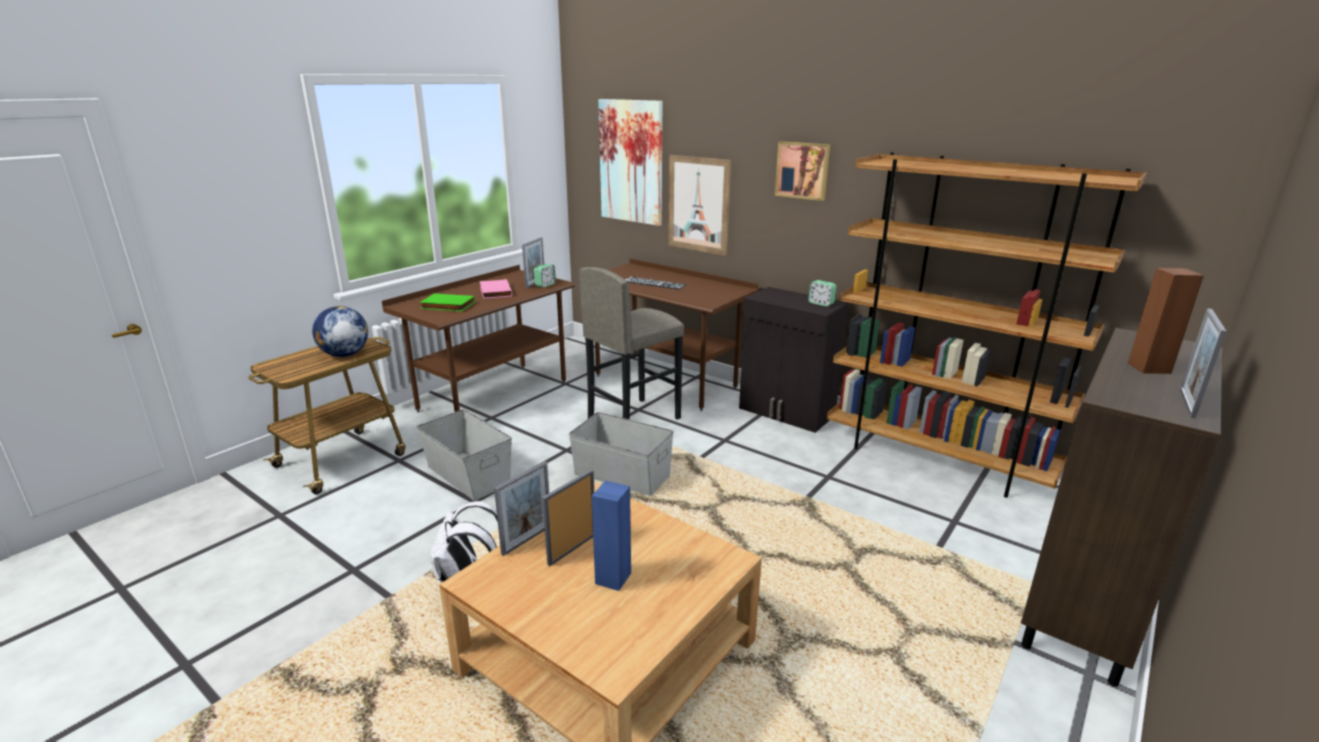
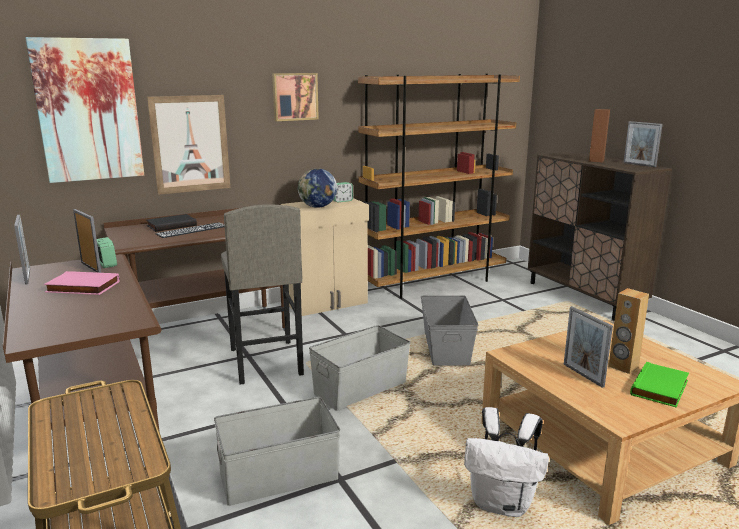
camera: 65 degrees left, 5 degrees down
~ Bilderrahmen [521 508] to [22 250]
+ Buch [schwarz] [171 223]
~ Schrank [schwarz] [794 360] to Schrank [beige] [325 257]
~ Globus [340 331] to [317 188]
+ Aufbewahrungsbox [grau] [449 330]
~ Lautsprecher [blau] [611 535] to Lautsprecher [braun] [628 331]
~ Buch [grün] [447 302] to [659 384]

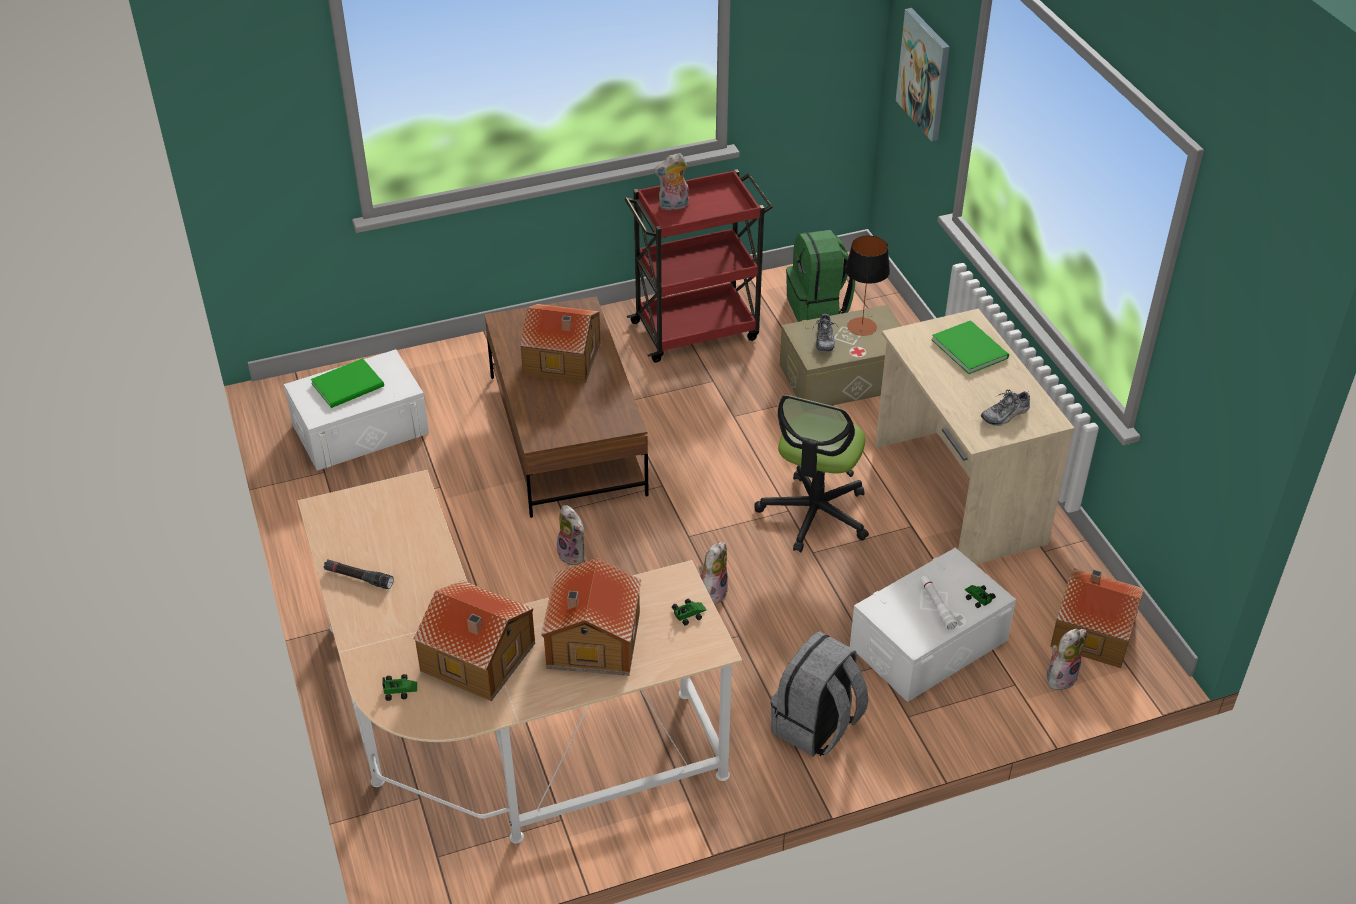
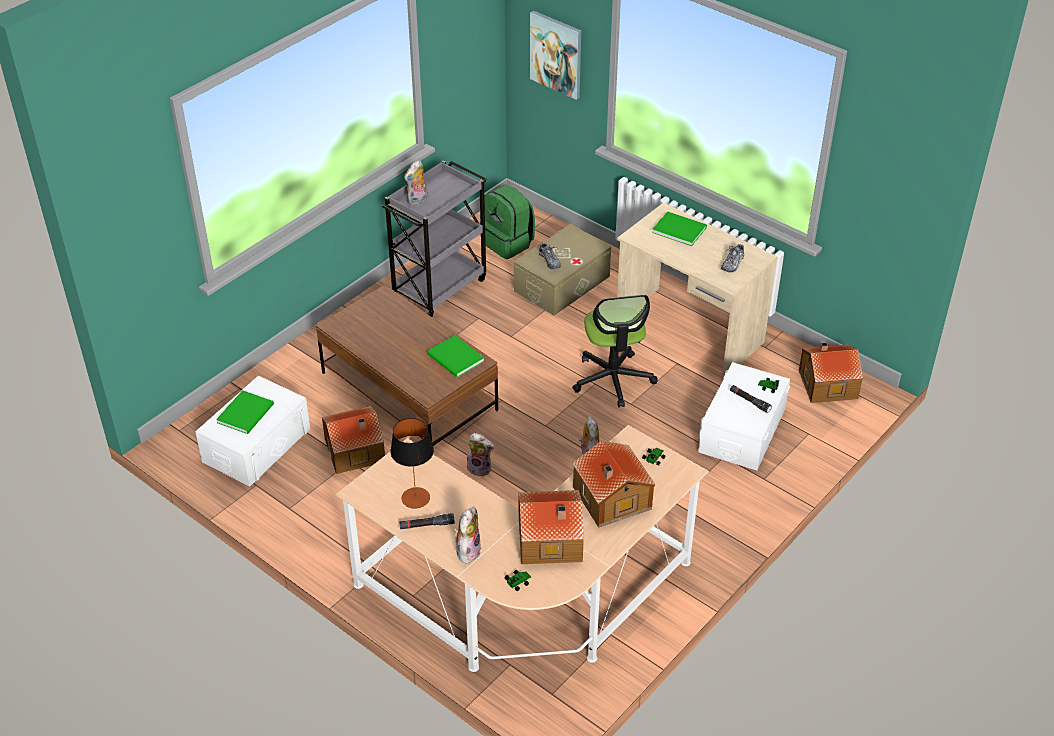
camera: 30 degrees left, 0 degrees up
~ Spielzeughaus [560 343] to [353 440]
~ Rollwagen [rot] [699 266] to Rollwagen [grau] [434 239]
~ Tischlampe [867 285] to [412 463]
+ Buch [grün] [455 356]
~ Plüschtier [1067 659] to [467 535]
~ Taschenlampe [weiß] [939 602] to Taschenlampe [schwarz] [751 399]
- Rucksack [grau] [819 694]

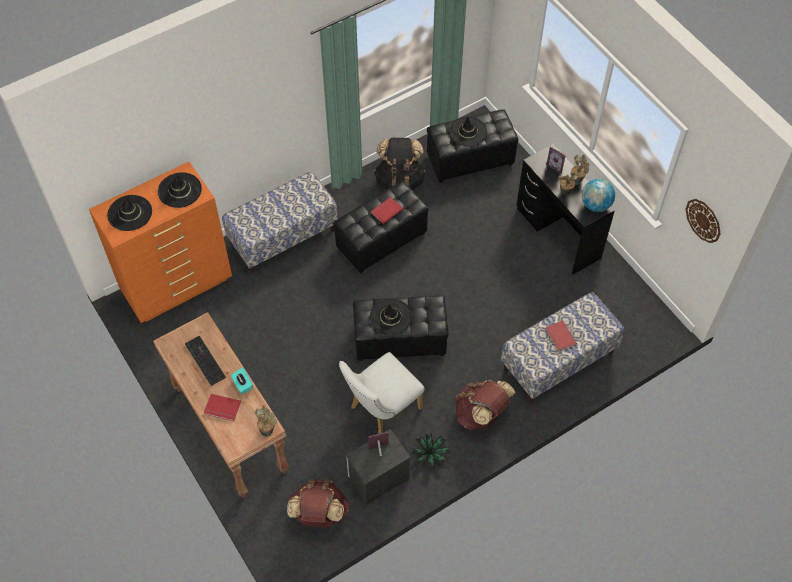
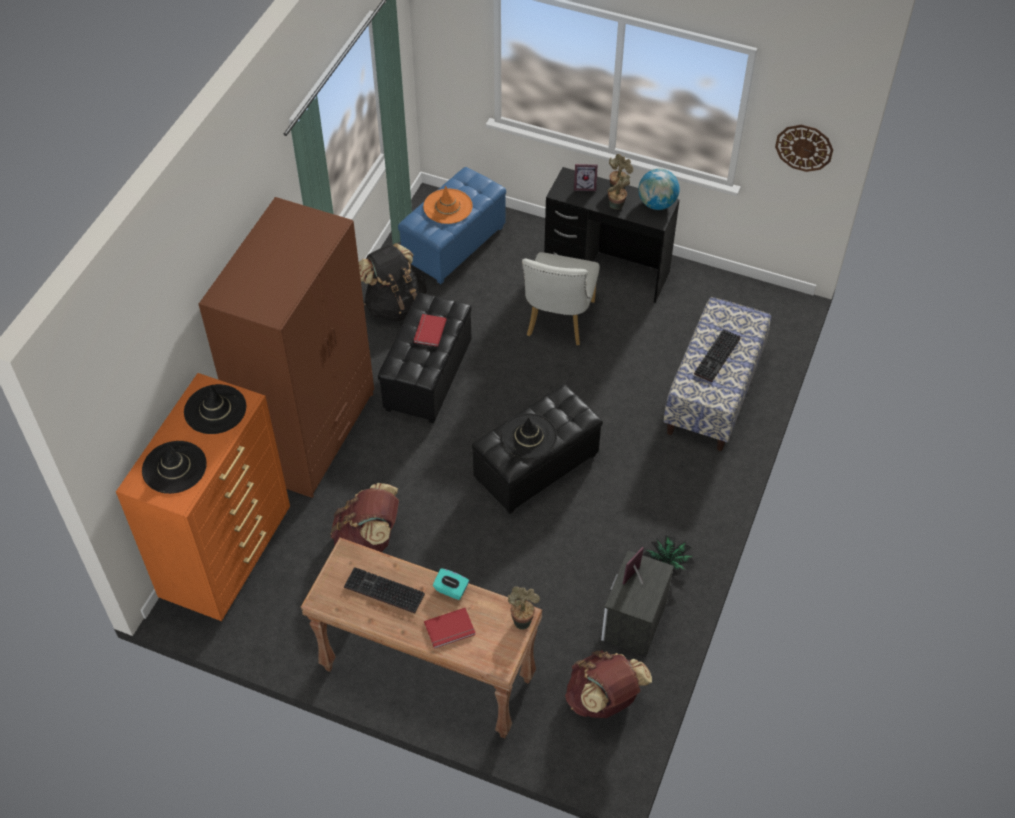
camera: 35 degrees left, 5 degrees down
~ Bank [280 222] to Kleiderschrank [braun] [286 347]
~ Rucksack [braun] [485 405] to [364 517]
~ Polsterhocker [schwarz] [472 146] to Polsterhocker [blau] [452 225]
~ Hut [schwarz] [468 131] to Hut [orange] [448 205]
~ Stuhl [weiß] [382 393] to [561 298]
~ Buch [rot] [561 336] to Tastatur [717 355]

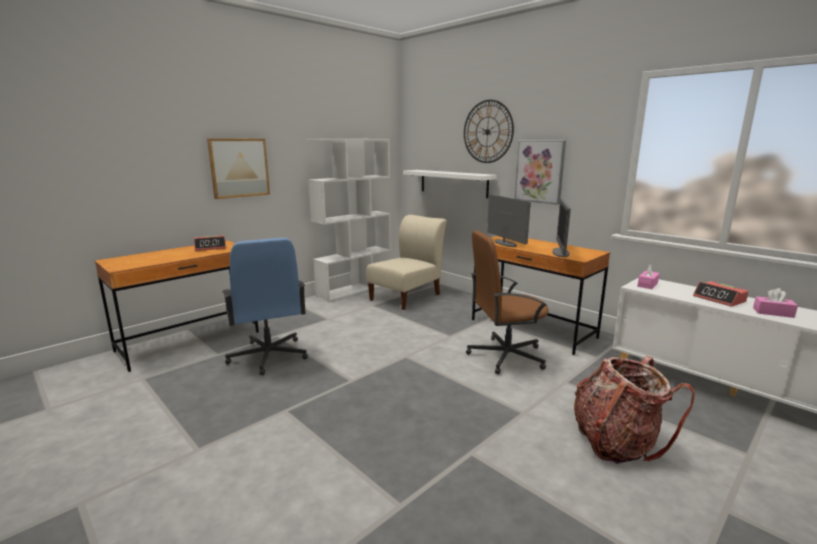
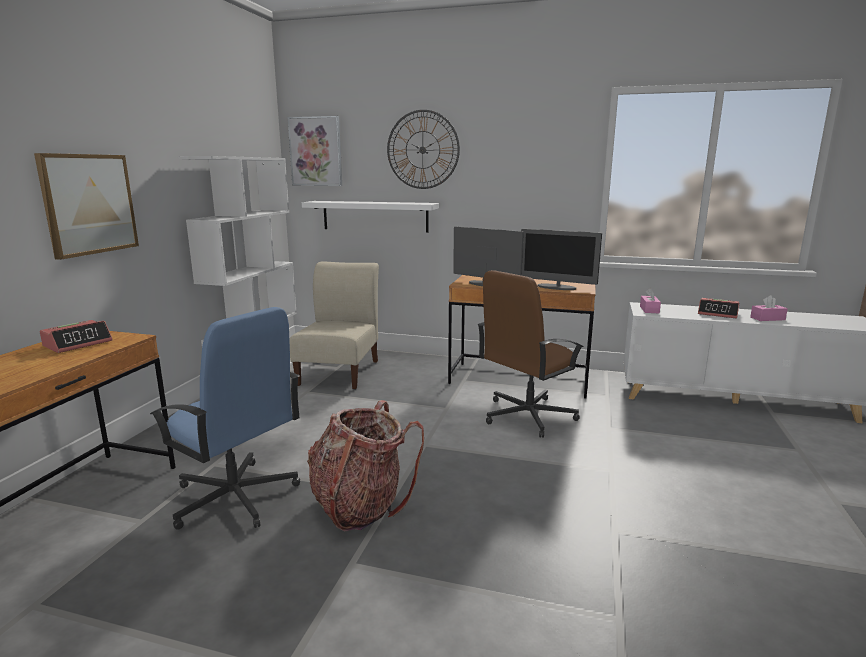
camera: 30 degrees left, 0 degrees up
~ Bild [540 173] to [314 151]
~ Rucksack [634 410] to [365 466]
~ Monitor [561 228] = [561 259] 45 degrees counterclockwise

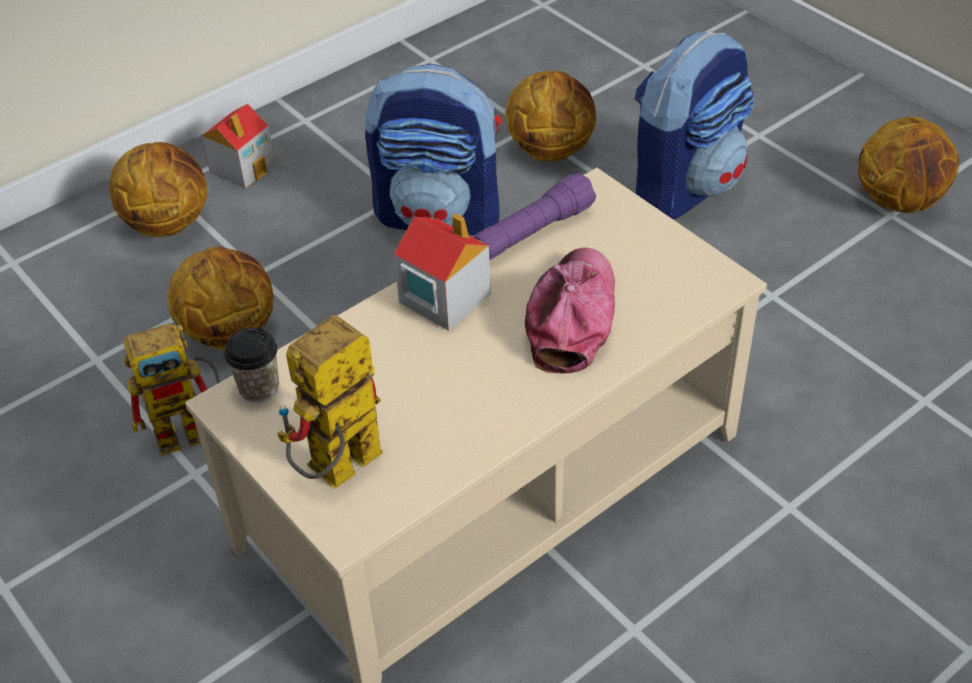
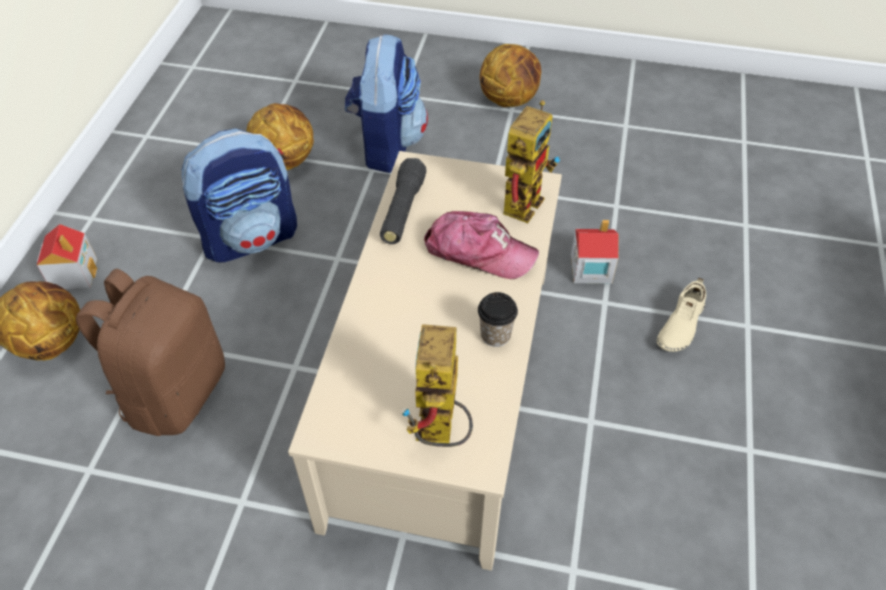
camera: 40 degrees left, 5 degrees up
~ Basketball [220 298] to Rucksack [braun] [150 352]
~ Taschenlampe [lila] [534 216] to Taschenlampe [schwarz] [403 201]
~ Kappe [570 310] = [481 245] 135 degrees clockwise
~ Tasse [251 365] to [498 319]
~ Spielzeugroboter [171 389] to [531 161]
~ Spielzeughaus [442 272] to [594 252]
+ Schuh [beige] [681 315]

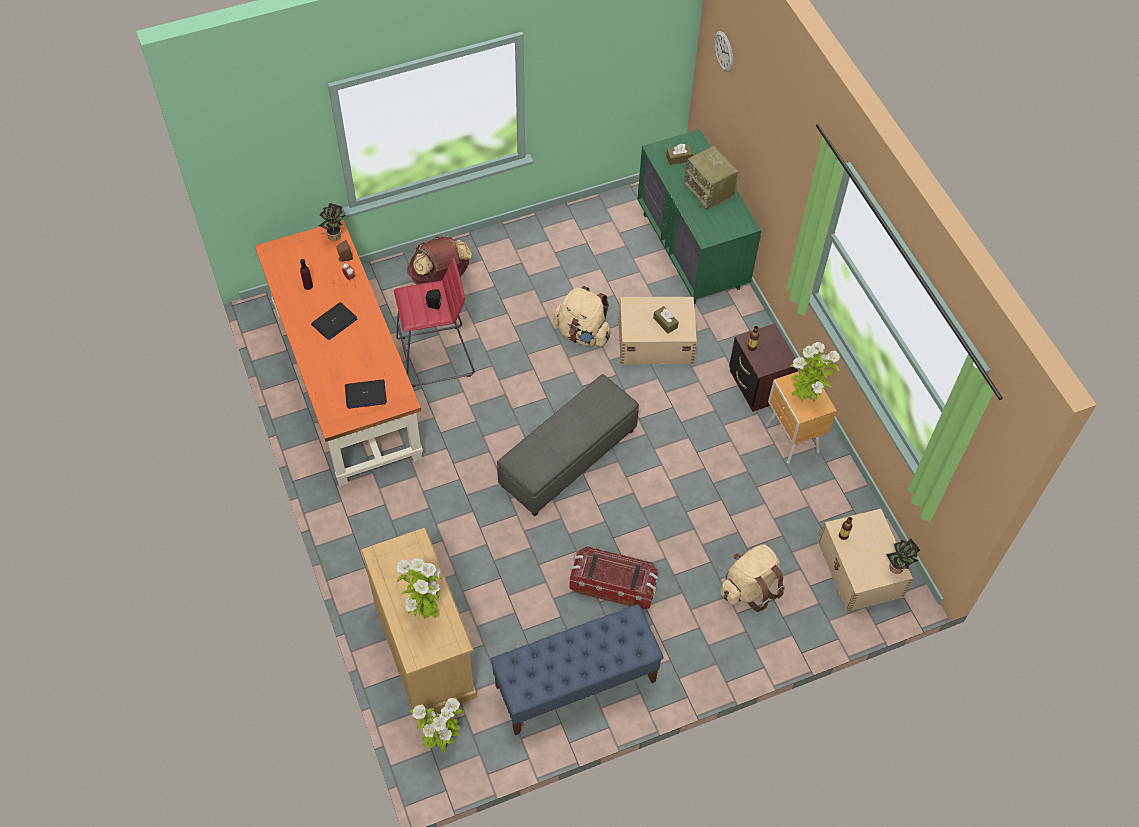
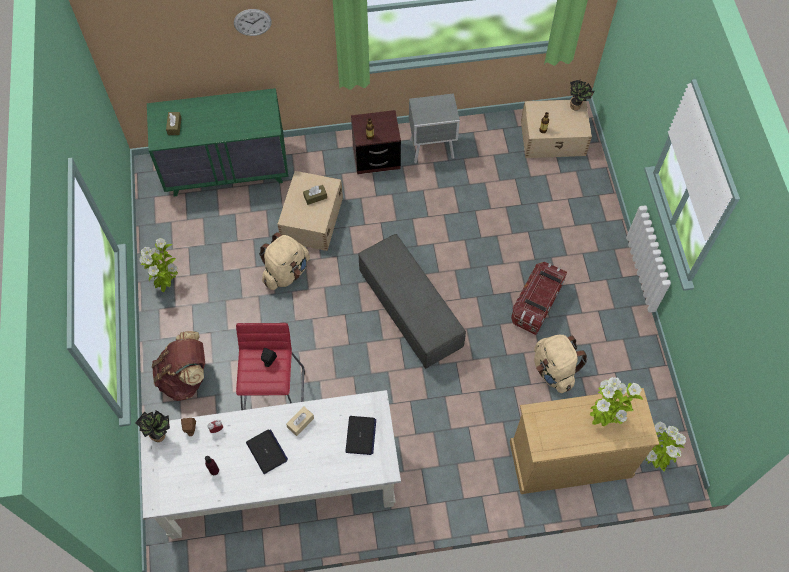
camera: 75 degrees left, 5 degrees up
~ Topfpflanze [814 371] to [158 265]
~ Schreibtisch [orange] [339 353] to Schreibtisch [weiß] [270 464]
~ Wanduhr [723 51] to [253 22]
+ Taschentuchbox [beige] [300 421]
~ Nachttisch [braun] [801 417] to Nachttisch [grau] [434 128]
~ Rucksack [beige] [753 578] to [561 364]
- Bank [blau] [577 669]
- Radio [711 178]

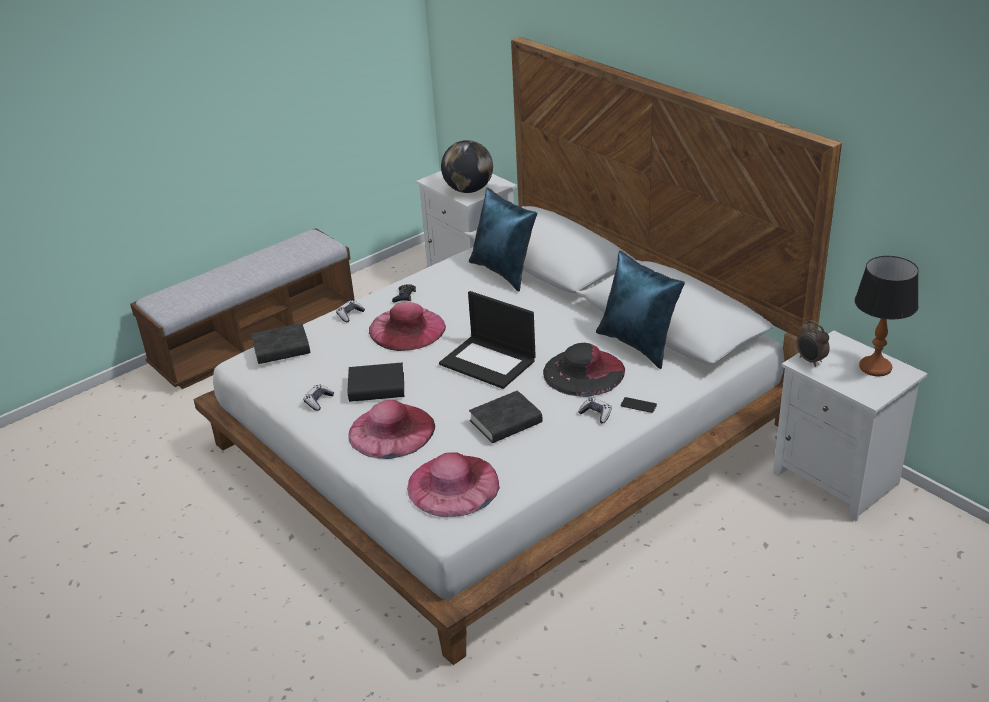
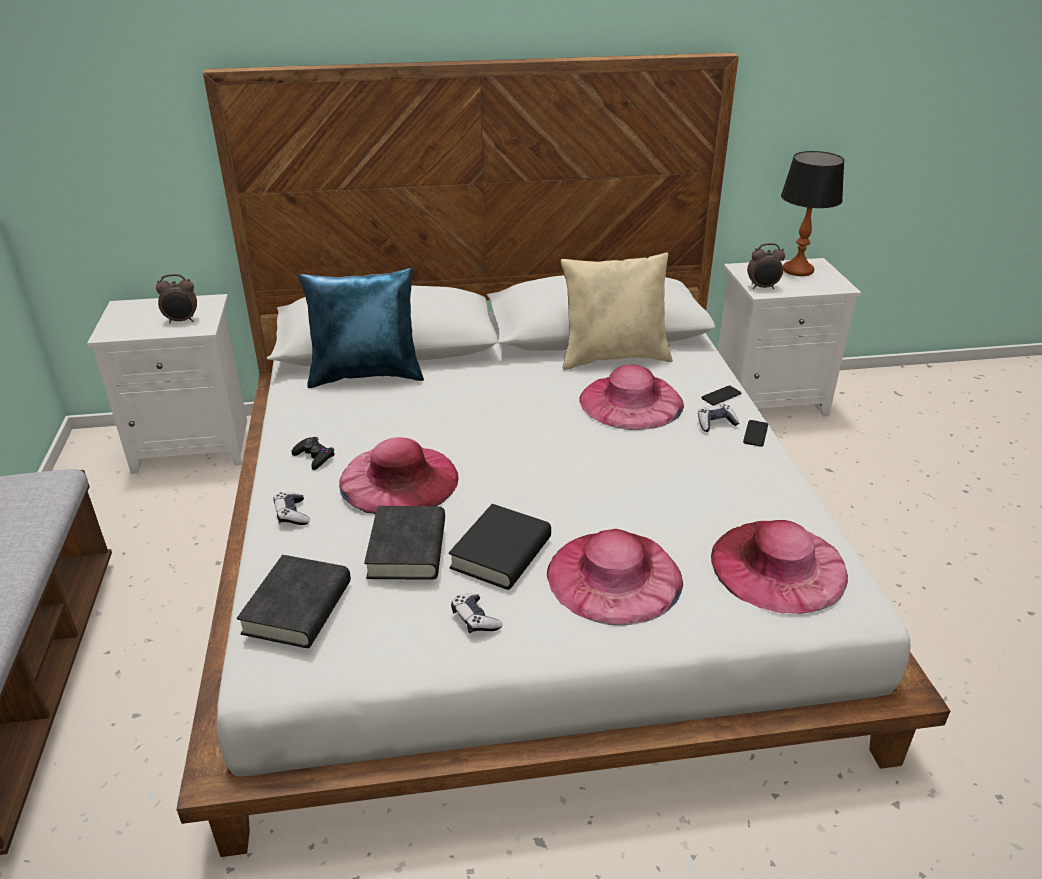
camera: 60 degrees left, 0 degrees up
~ Globus [467 166] to Wecker [176 299]
~ Buch [schwarz] [505 416] to [404 543]
~ Kissen [blau] [640 310] to Kissen [beige] [617 311]
~ Hut [schwarz] [584 370] to Hut [rosa] [631 397]
+ Handy [755 433]
- Laptop [487 340]

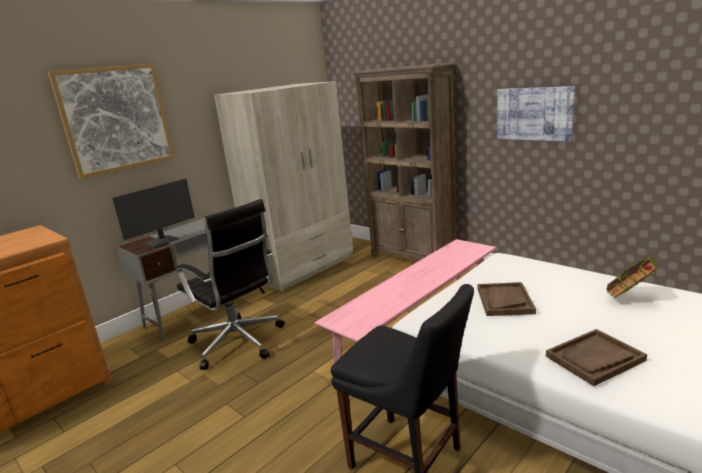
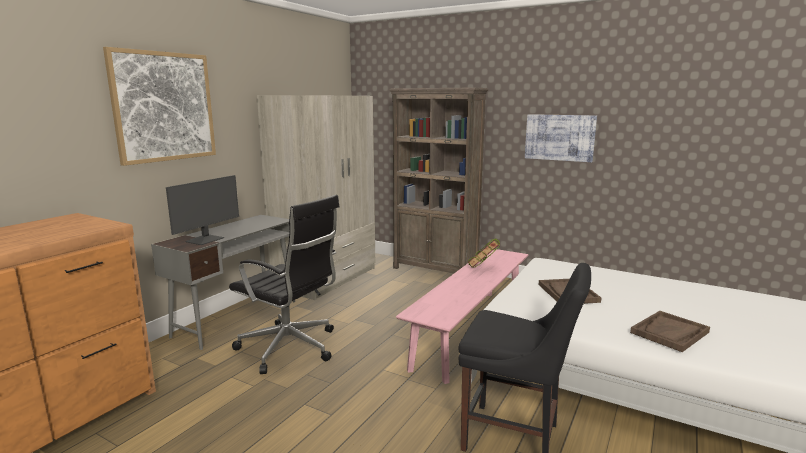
camera: 15 degrees left, 5 degrees down
~ Buch [631 277] to [484 253]

